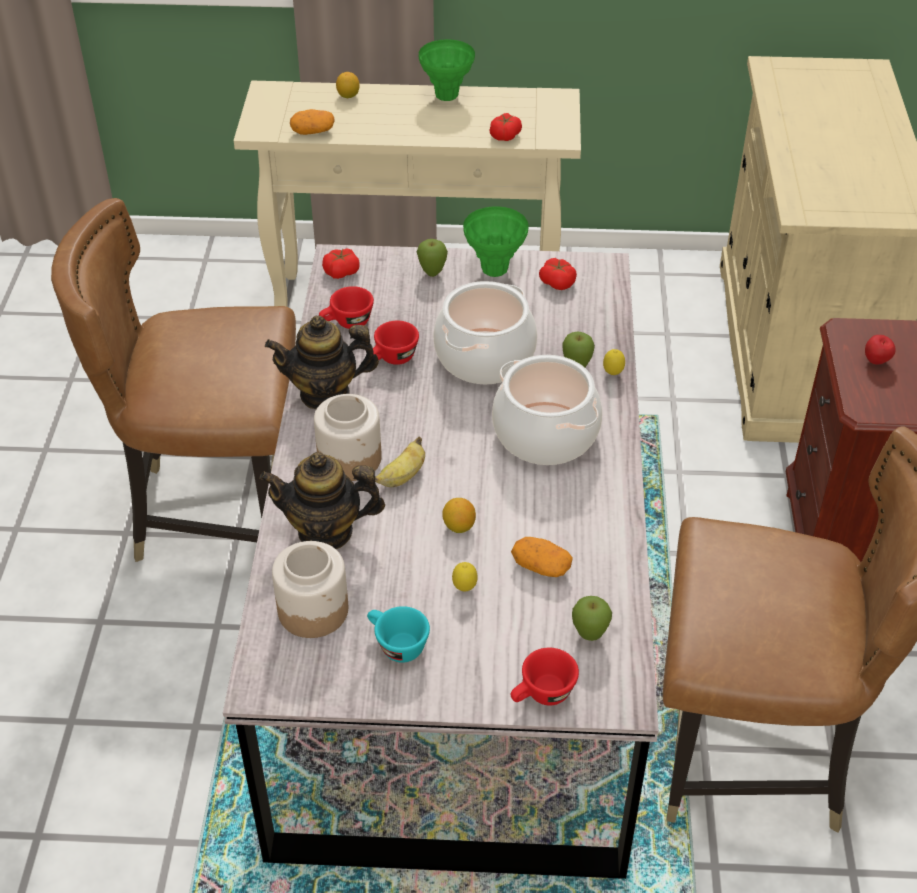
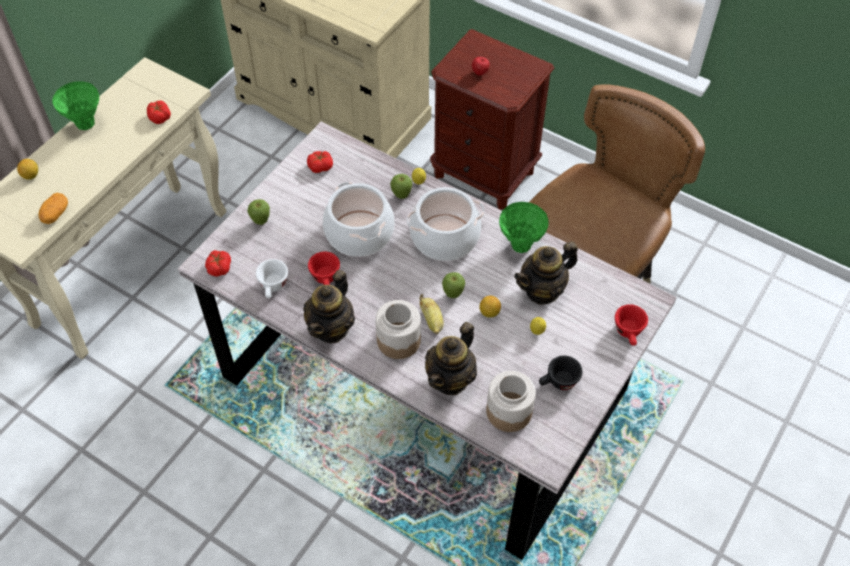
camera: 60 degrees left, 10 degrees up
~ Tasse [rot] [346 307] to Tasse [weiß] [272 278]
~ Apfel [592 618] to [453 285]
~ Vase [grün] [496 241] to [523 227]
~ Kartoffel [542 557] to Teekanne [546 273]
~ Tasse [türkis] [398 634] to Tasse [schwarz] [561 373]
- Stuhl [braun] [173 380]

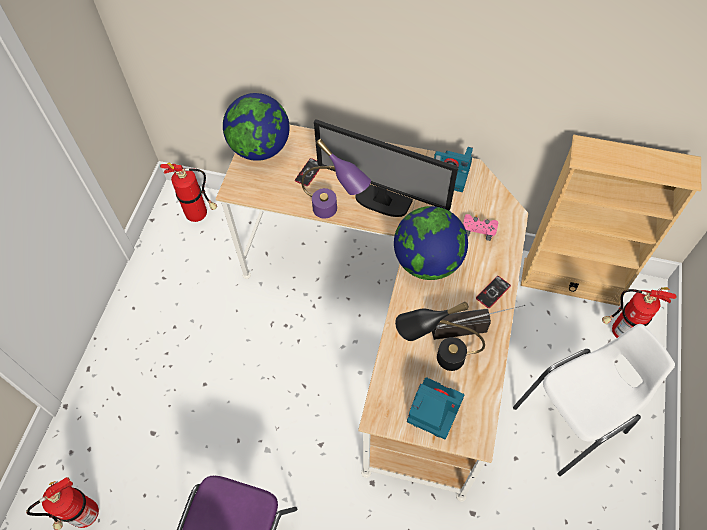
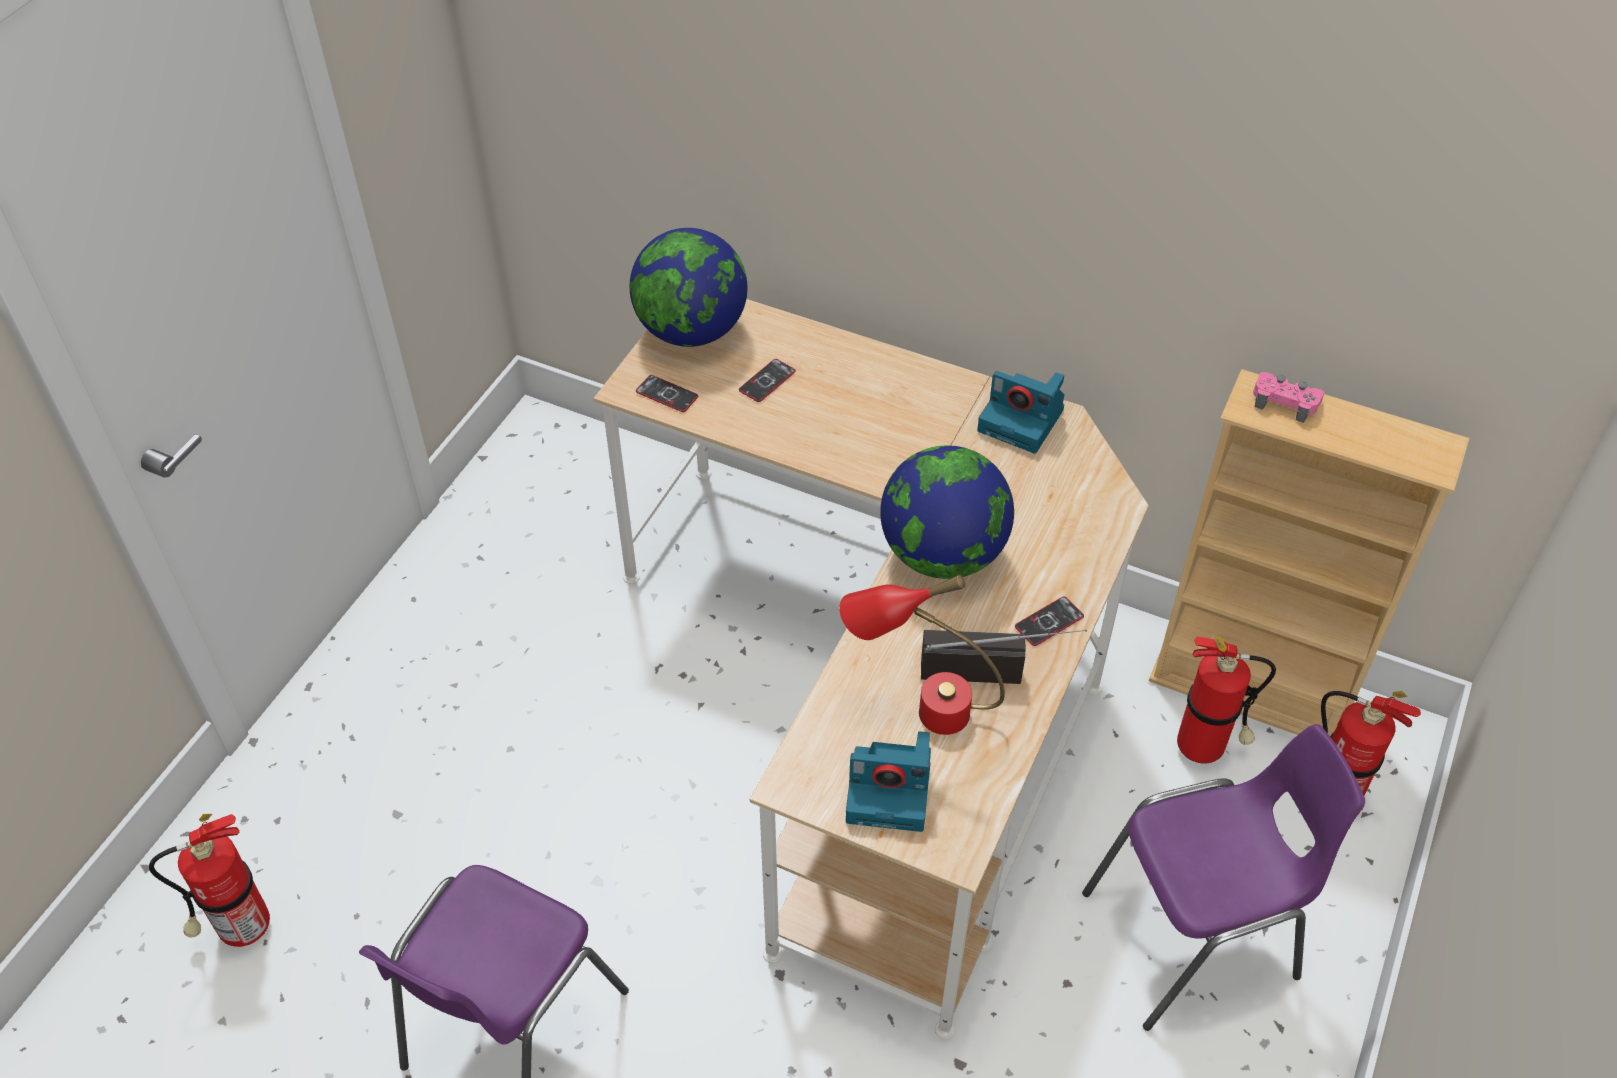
camera: 10 degrees right, 10 degrees down
+ Handy [667 393]
~ Tischlampe [schwarz] [440 336] to Tischlampe [rot] [922 655]
~ Kamera [435 408] = [888 781] 150 degrees clockwise
~ Stuhl [weiß] [594 400] to Stuhl [lila] [1223 877]
~ Feuerlöscher [188 192] to [1226 700]
~ Gamepad [rosa] [480 227] to [1288 397]
- Tischlampe [lila] [336 179]
- Monitor [386 168]

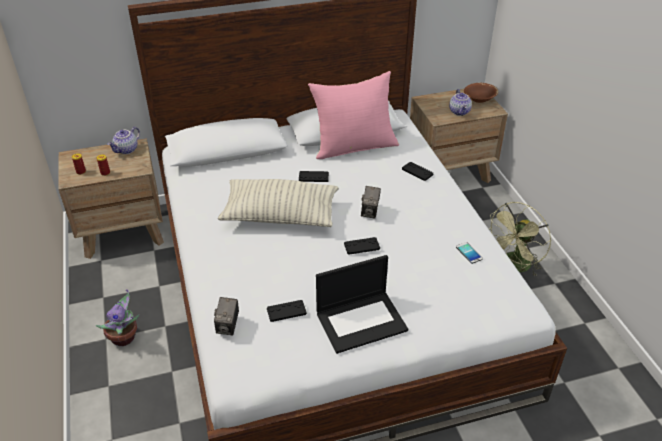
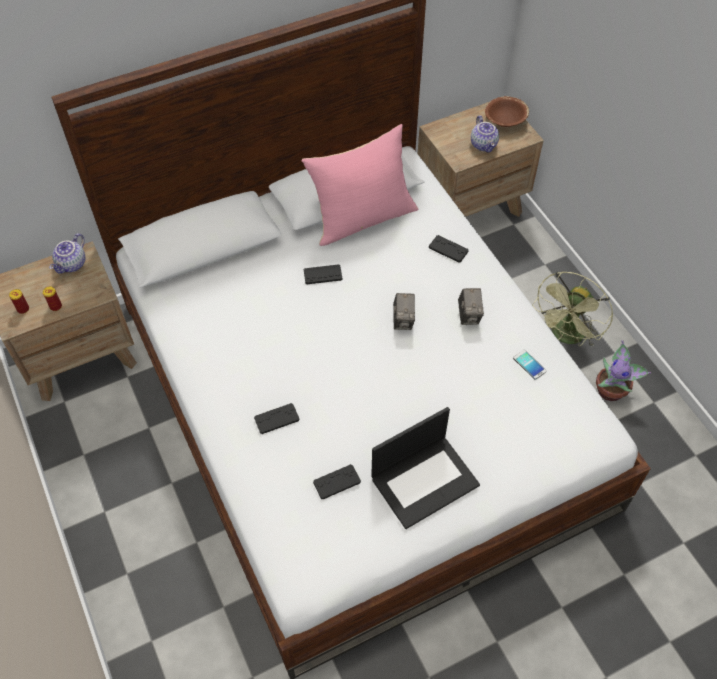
camera: 10 degrees left, 15 degrees up
~ Gamepad [schwarz] [362 246] to [277 418]
~ Kamera [226 316] to [471 306]
~ Topfpflanze [117 317] to [623 370]
- Kissen [278 203]

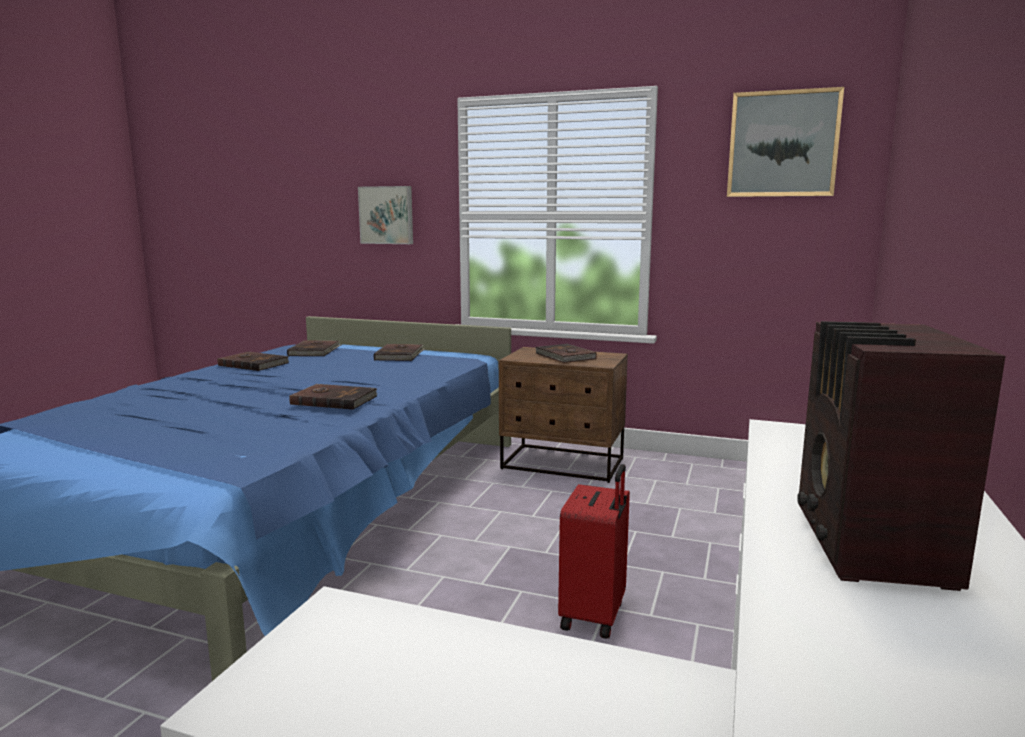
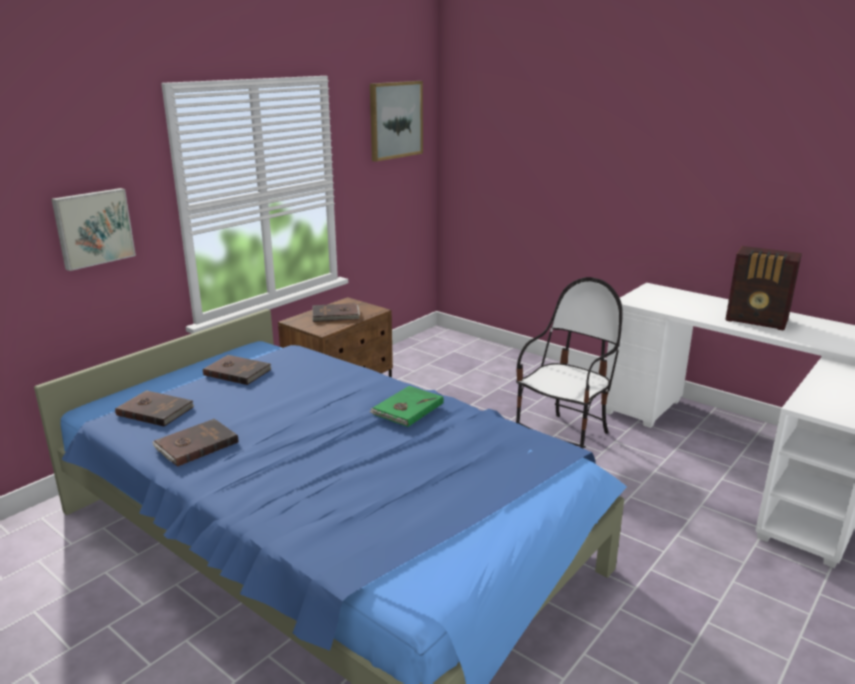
camera: 70 degrees left, 10 degrees up
~ Buch [braun] [333 397] to Buch [grün] [406 406]
~ Koffer [rot] [594 551] to Stuhl [569 362]

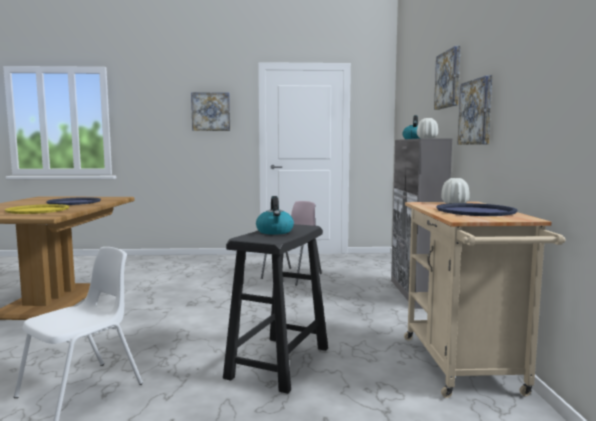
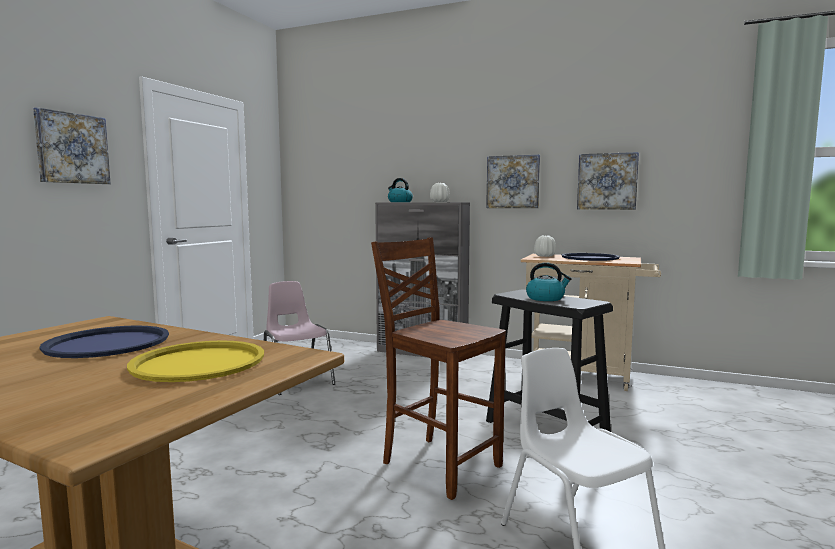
camera: 65 degrees left, 0 degrees up
+ Stuhl [braun] [438 368]
~ Bild [447 78] to [608 181]

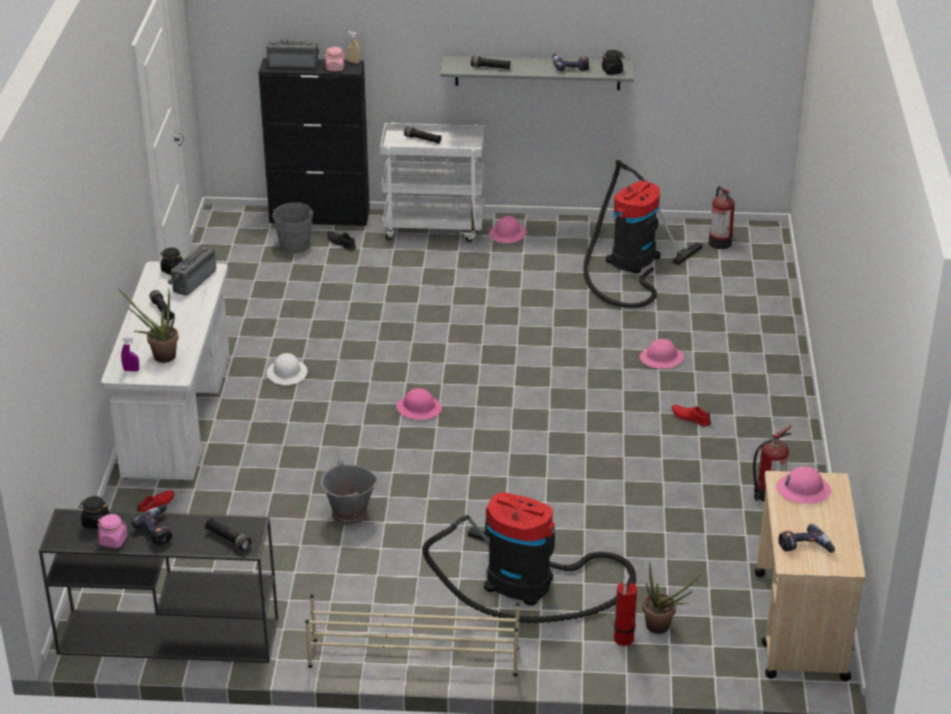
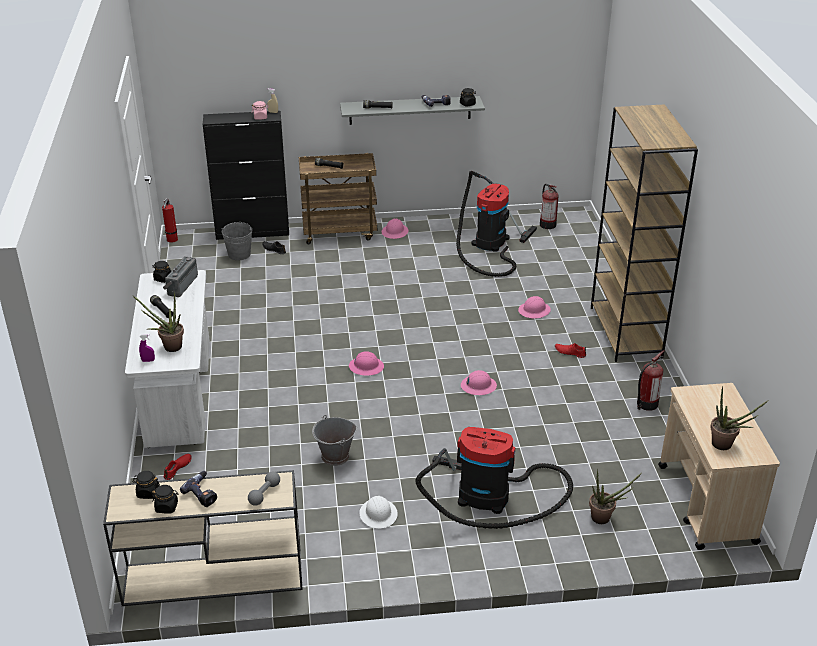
camera: 10 degrees left, 0 degrees up
~ Konsolentisch [schwarz] [158 586] to Konsolentisch [beige] [203 538]
~ Vorratsglas [rosa] [112 531] to Vorratsglas [schwarz] [165 499]
~ Feuerlöscher [625 610] to [170 220]
~ Taschenlampe [schwarz] [228 534] to Hantel [grau] [264 489]
~ Rollwagen [weiß] [432 182] to Rollwagen [braun] [338 198]
~ Schutzhelm [weiß] [287 369] to [378 512]
~ Schutzhelm [rosa] [803 485] to [479 382]
+ Bücherregal [braun] [644 233]
~ Bohrmaschine [806 538] to Topfpflanze [739 418]
- Radio [292 53]
- Schuhregal [beige] [412 635]

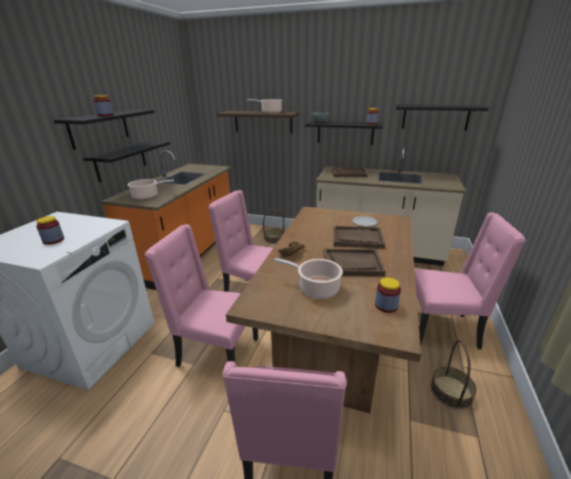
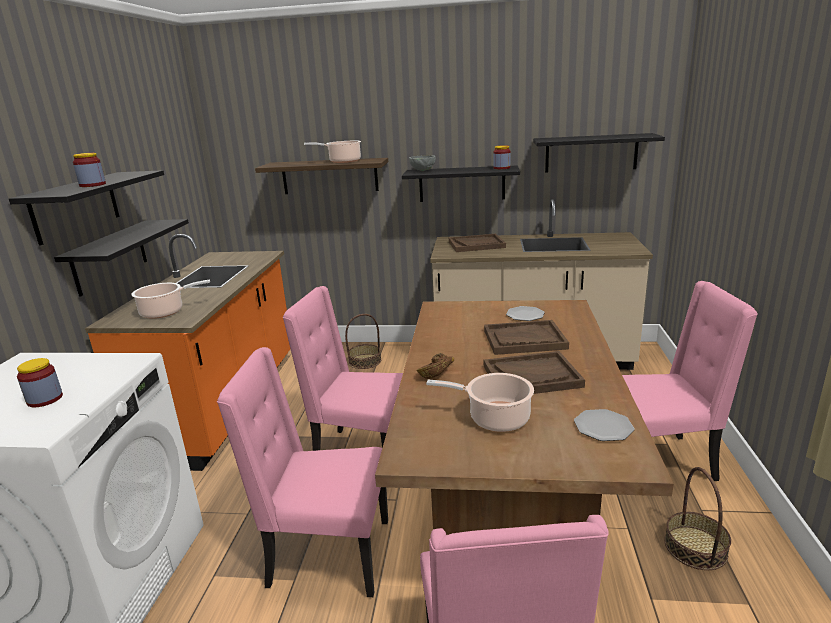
camera: 10 degrees left, 5 degrees down
~ Vorratsglas [388 295] to Teller [604 425]

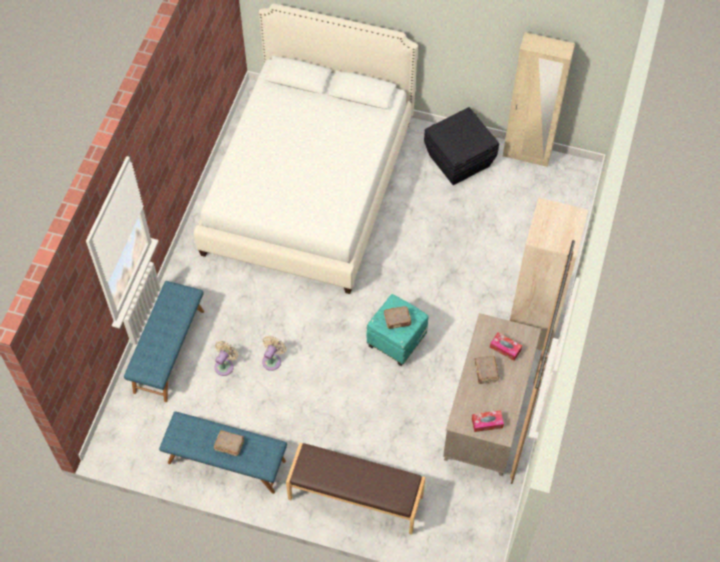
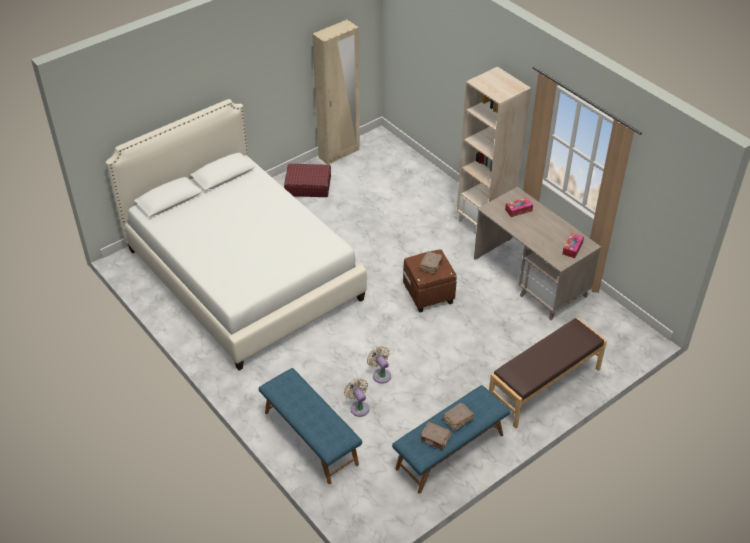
camera: 55 degrees left, 15 degrees down
~ Aufbewahrungsbox [schwarz] [461 146] to Koffer [rot] [307 180]
~ Polsterhocker [türkis] [397 330] to Polsterhocker [braun] [430 281]
~ Buch [braun] [486 370] to [435 436]

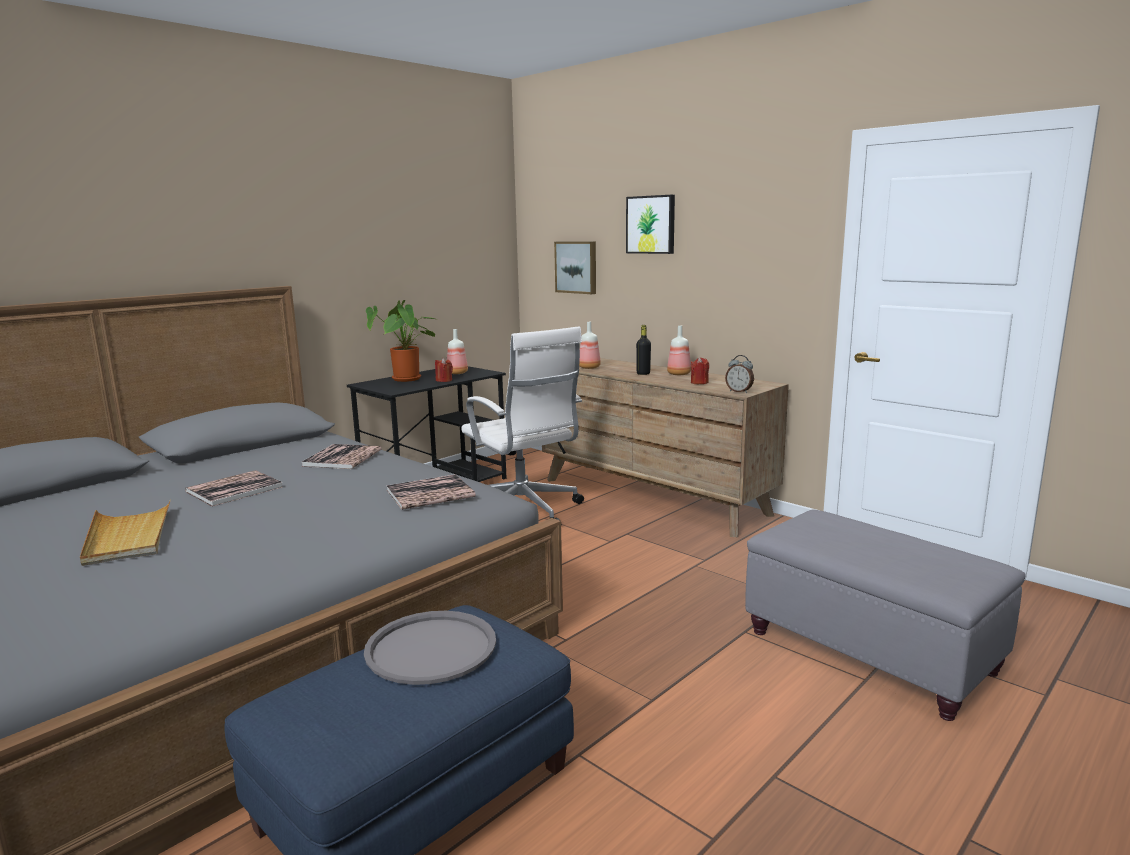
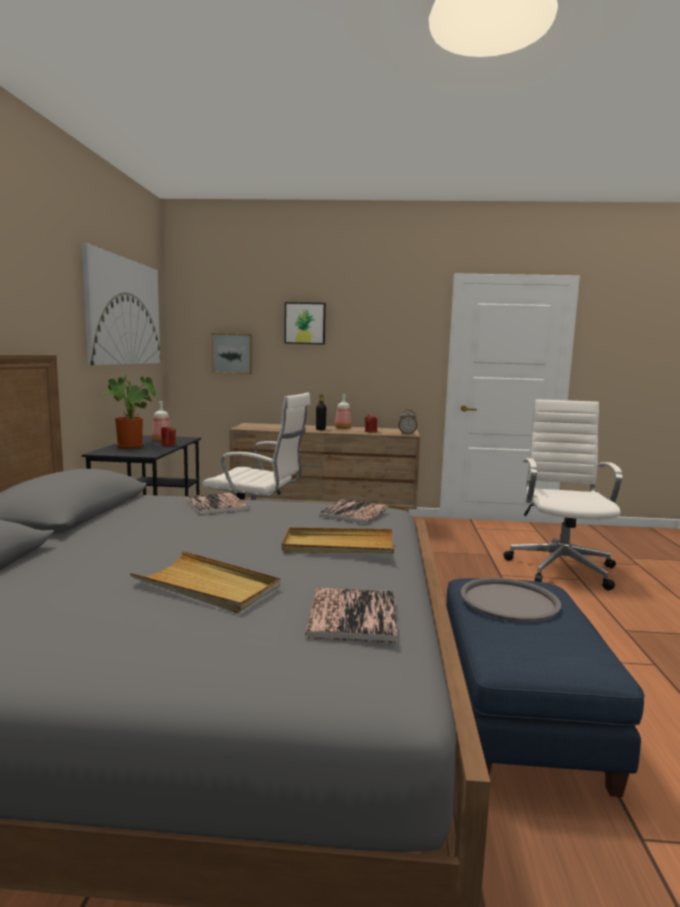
camera: 40 degrees left, 5 degrees down
+ Bild [121 304]
+ Tablett [beige] [337 540]
~ Buch [234 488] to [351 615]
~ Polsterhocker [grau] [885 615] to Bürostuhl [weiß] [562 495]
- Flasche [590 345]

